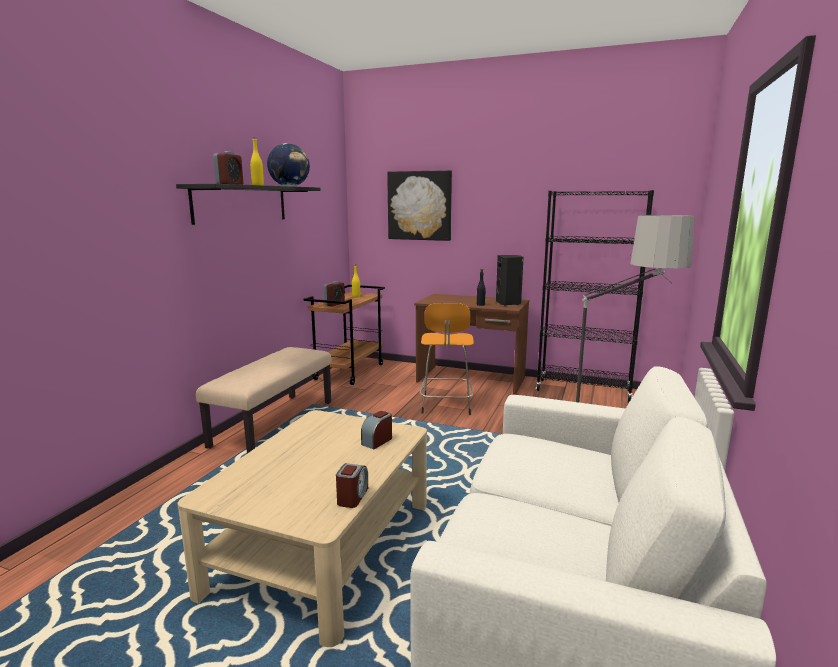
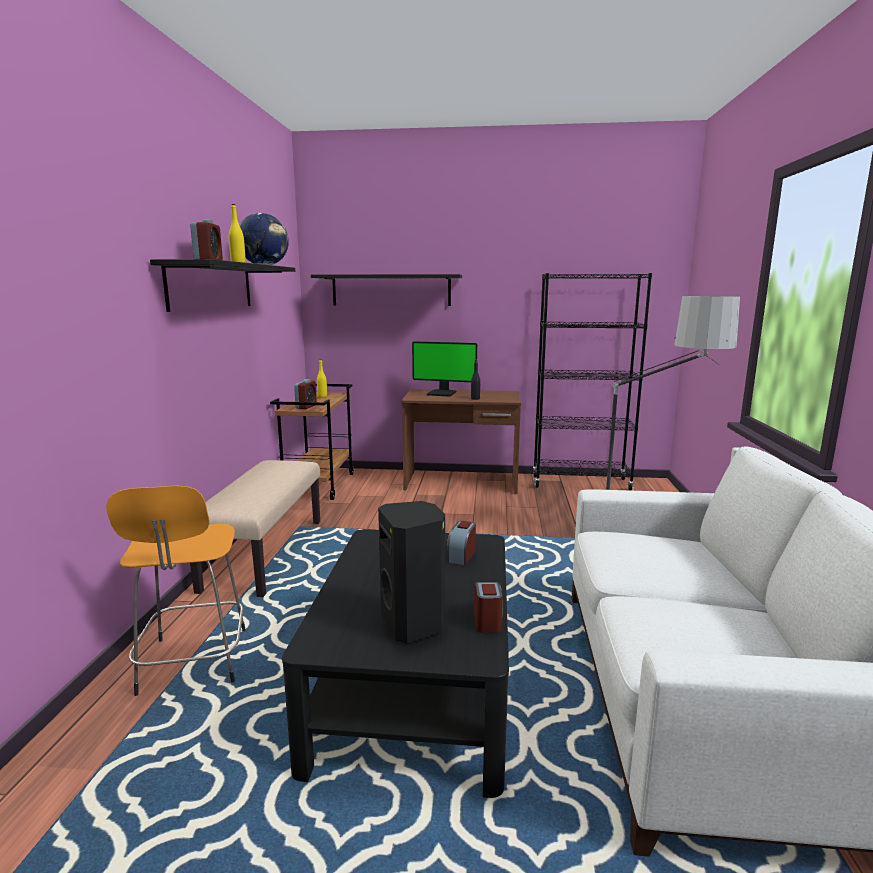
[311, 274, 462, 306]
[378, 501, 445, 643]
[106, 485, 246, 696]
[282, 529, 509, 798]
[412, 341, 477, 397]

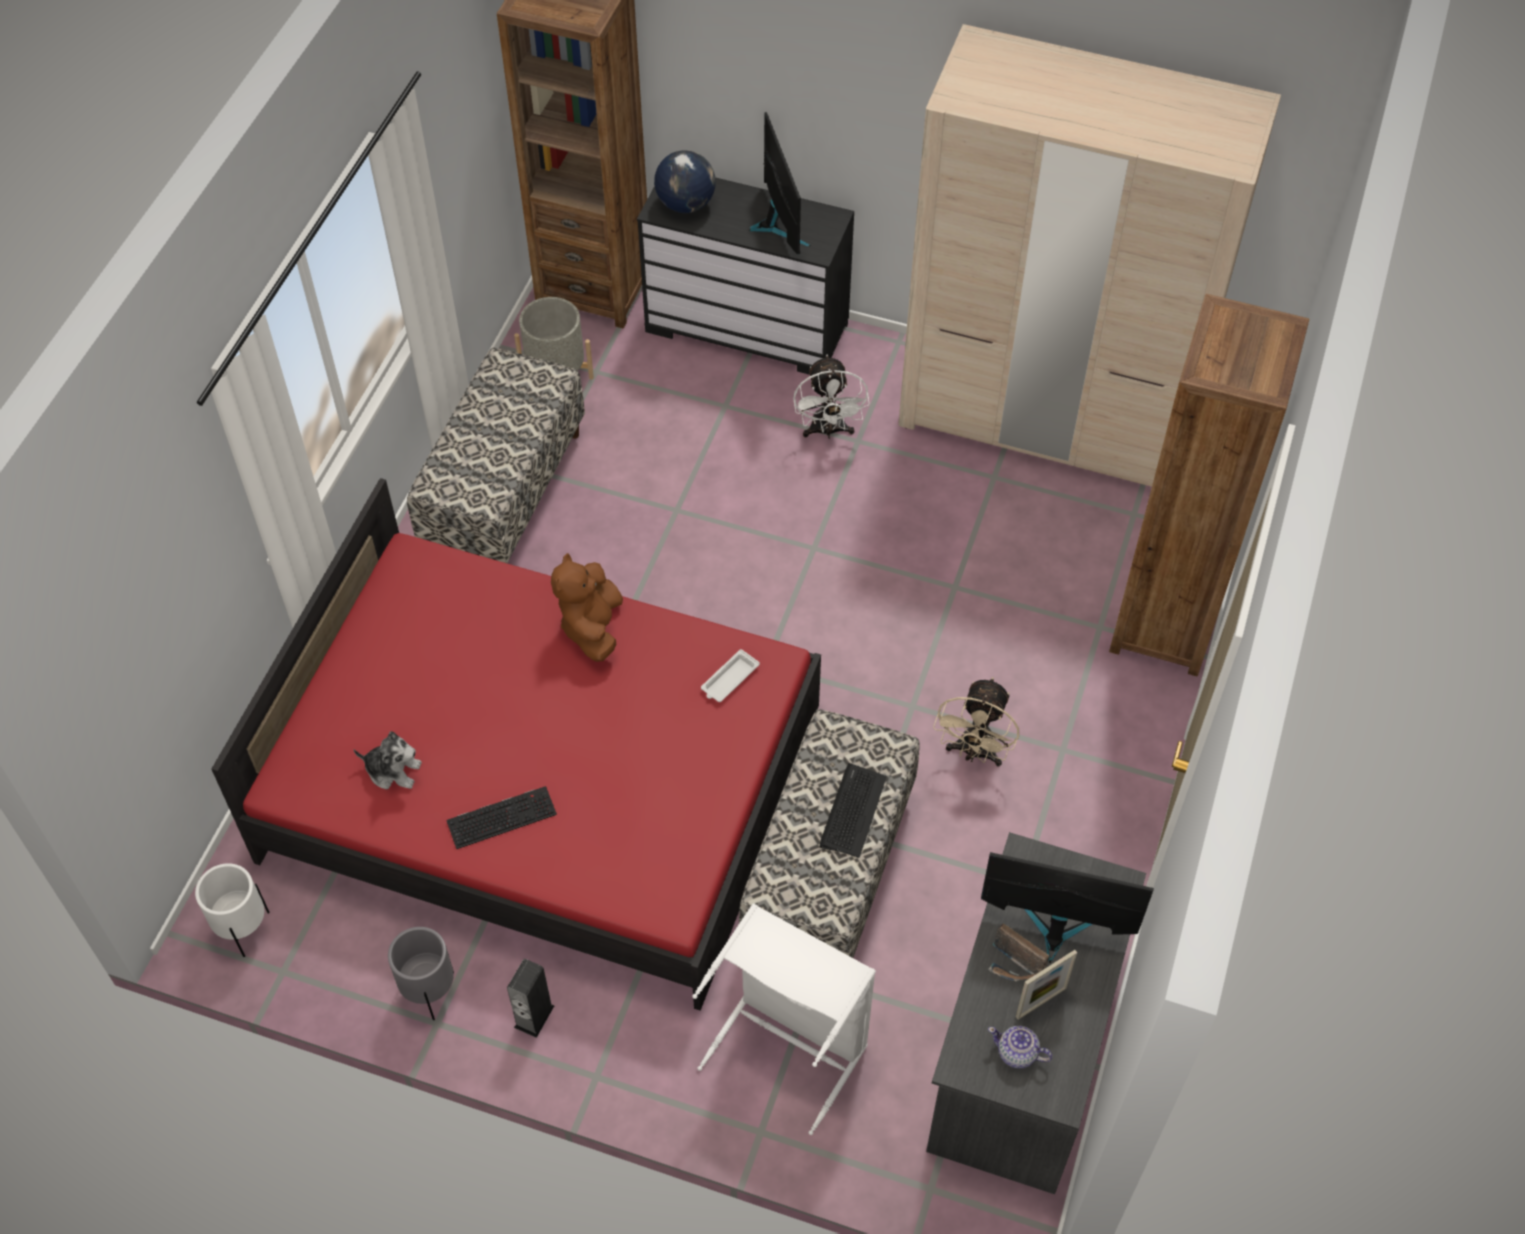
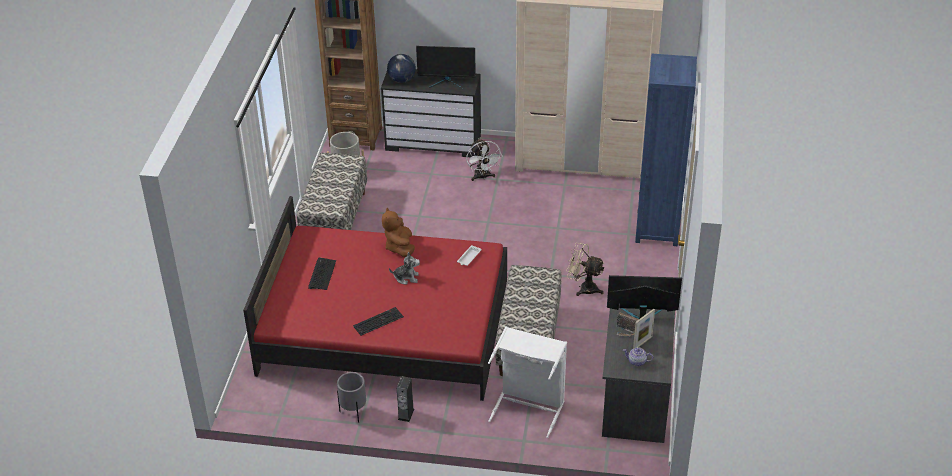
[416, 46, 476, 89]
[635, 54, 697, 246]
[566, 243, 604, 296]
[389, 252, 420, 285]
[308, 258, 336, 290]
[195, 863, 270, 957] (first image)

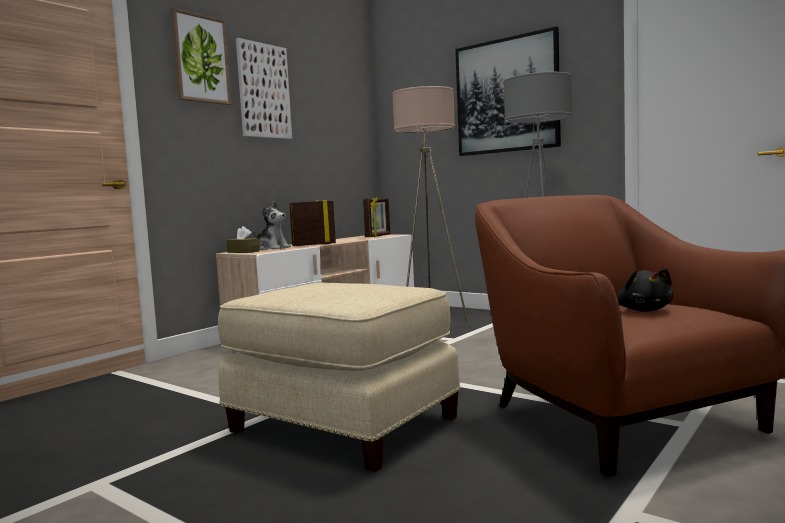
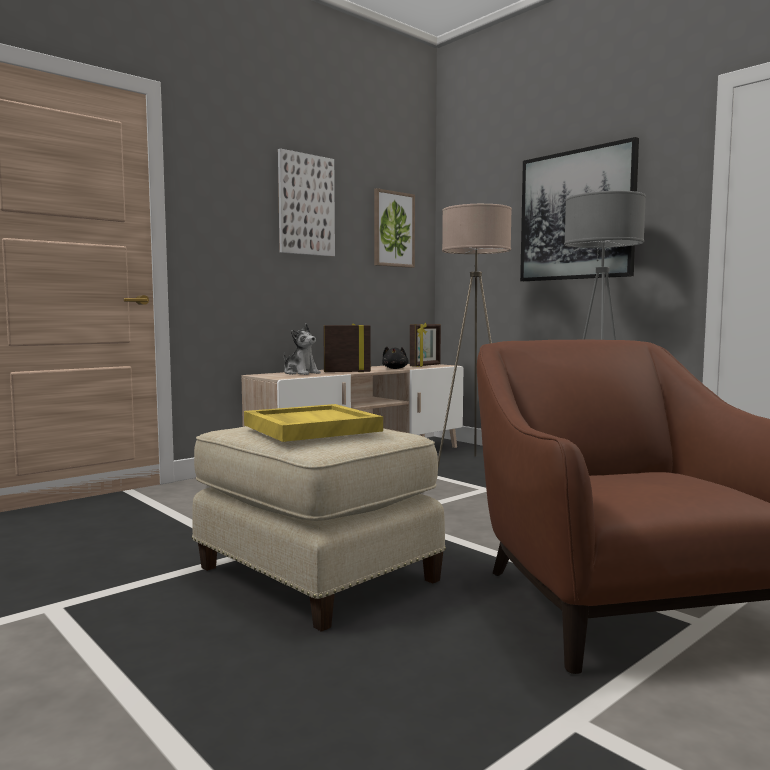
[374, 188, 415, 268]
[227, 226, 260, 253] (first image)
[382, 346, 409, 369]
[244, 404, 383, 442]

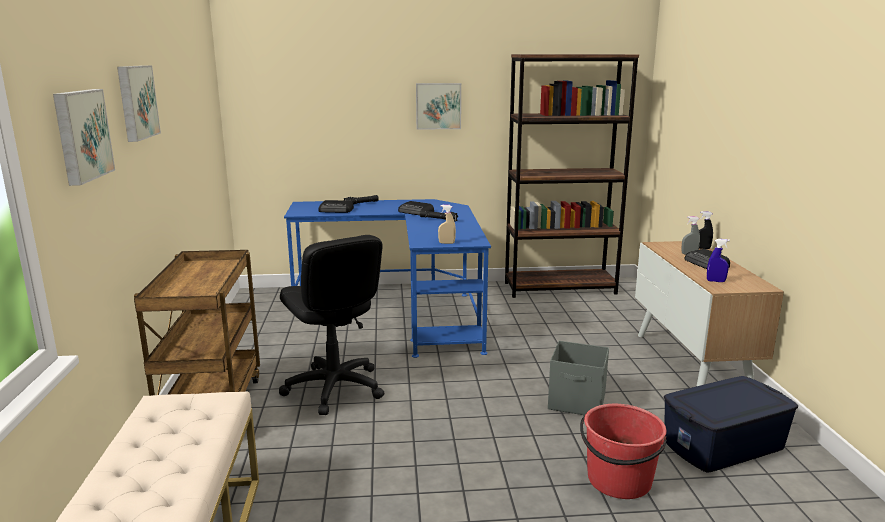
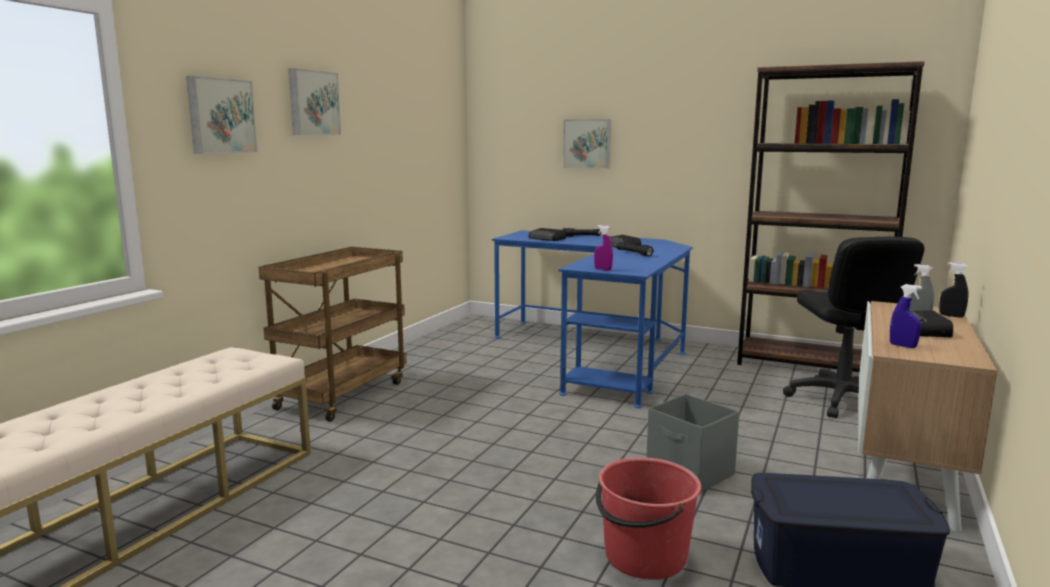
[563, 119, 611, 169]
[594, 225, 613, 271]
[783, 237, 925, 418]

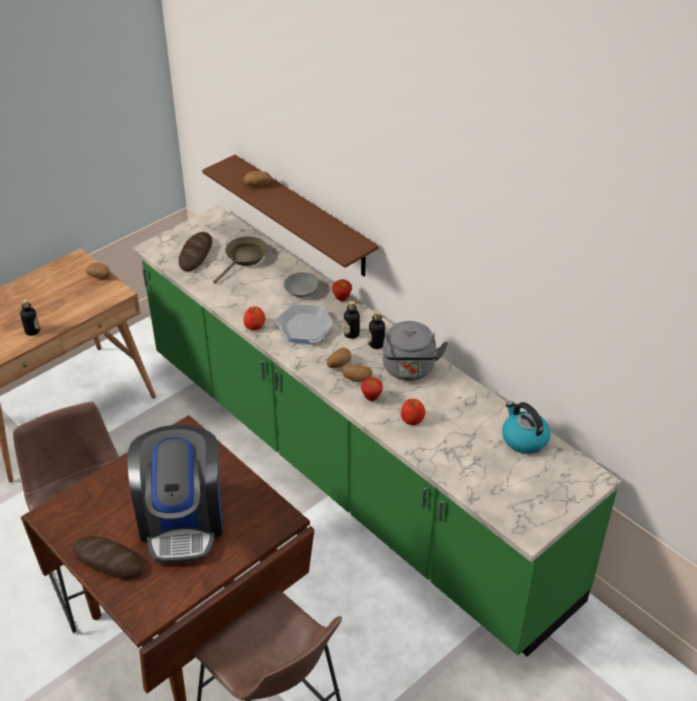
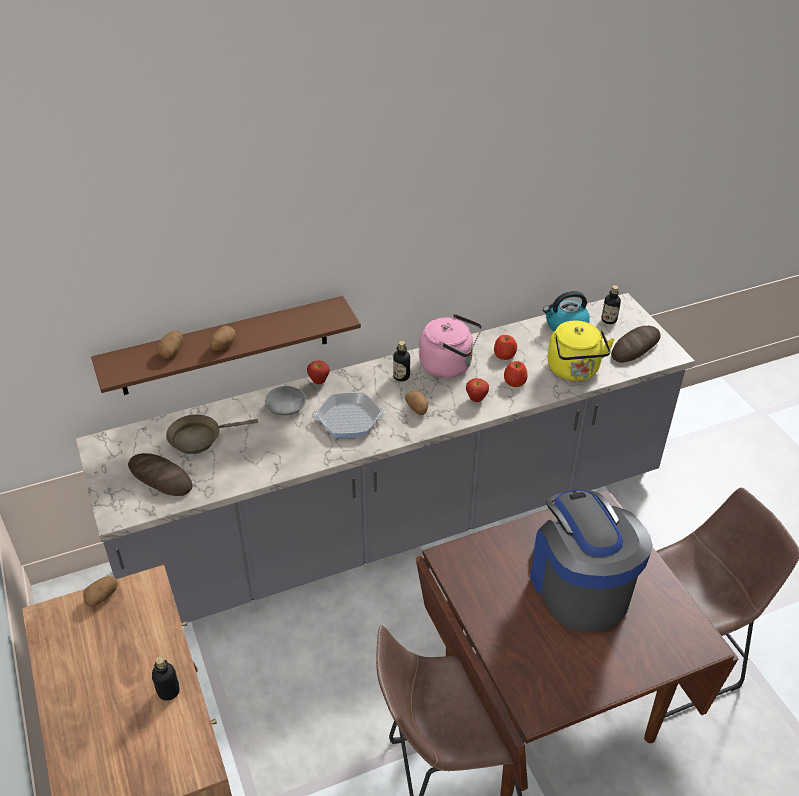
[75, 293, 695, 623]
[166, 414, 258, 454]
[601, 285, 621, 324]
[494, 335, 517, 360]
[419, 314, 482, 378]
[210, 326, 236, 350]
[530, 489, 653, 632]
[611, 326, 661, 363]
[547, 320, 615, 381]

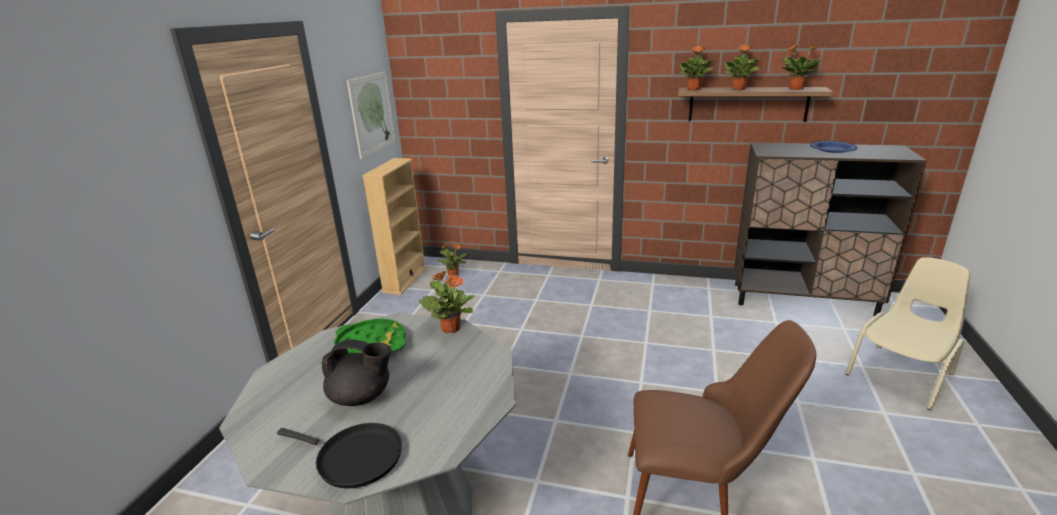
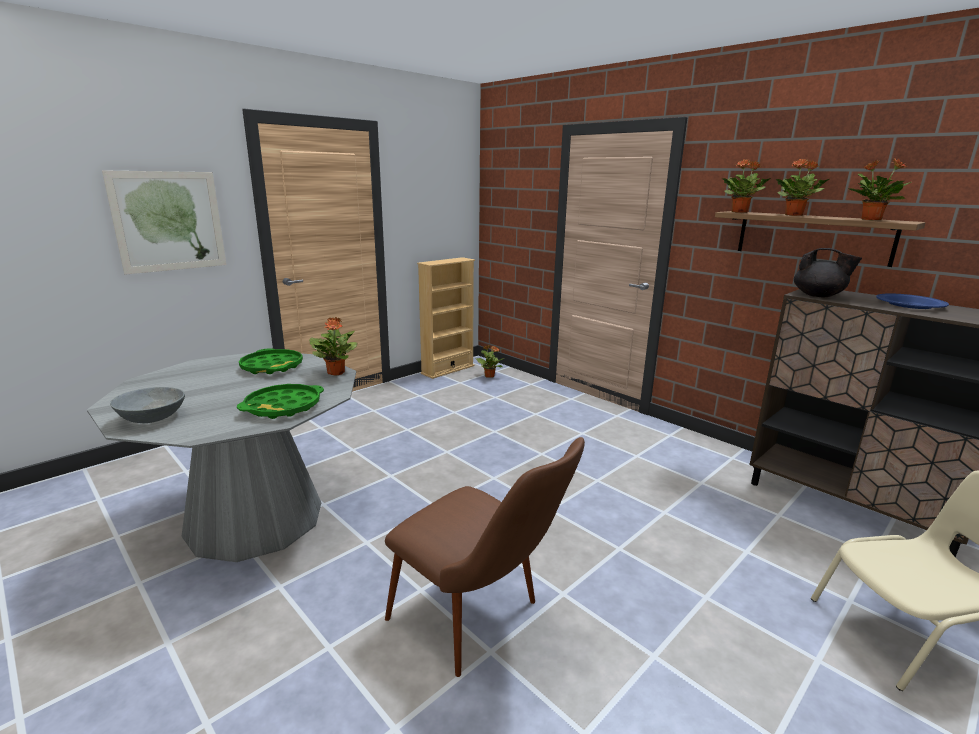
[102, 170, 227, 275]
[794, 248, 862, 297]
[110, 387, 185, 423]
[237, 384, 324, 419]

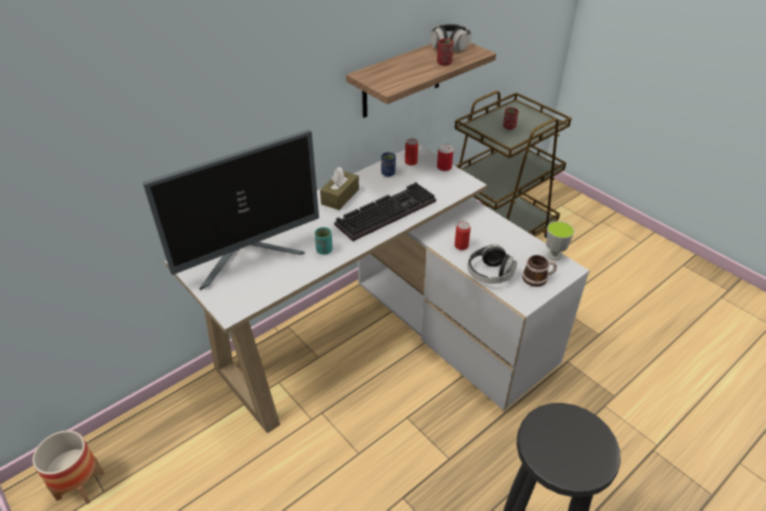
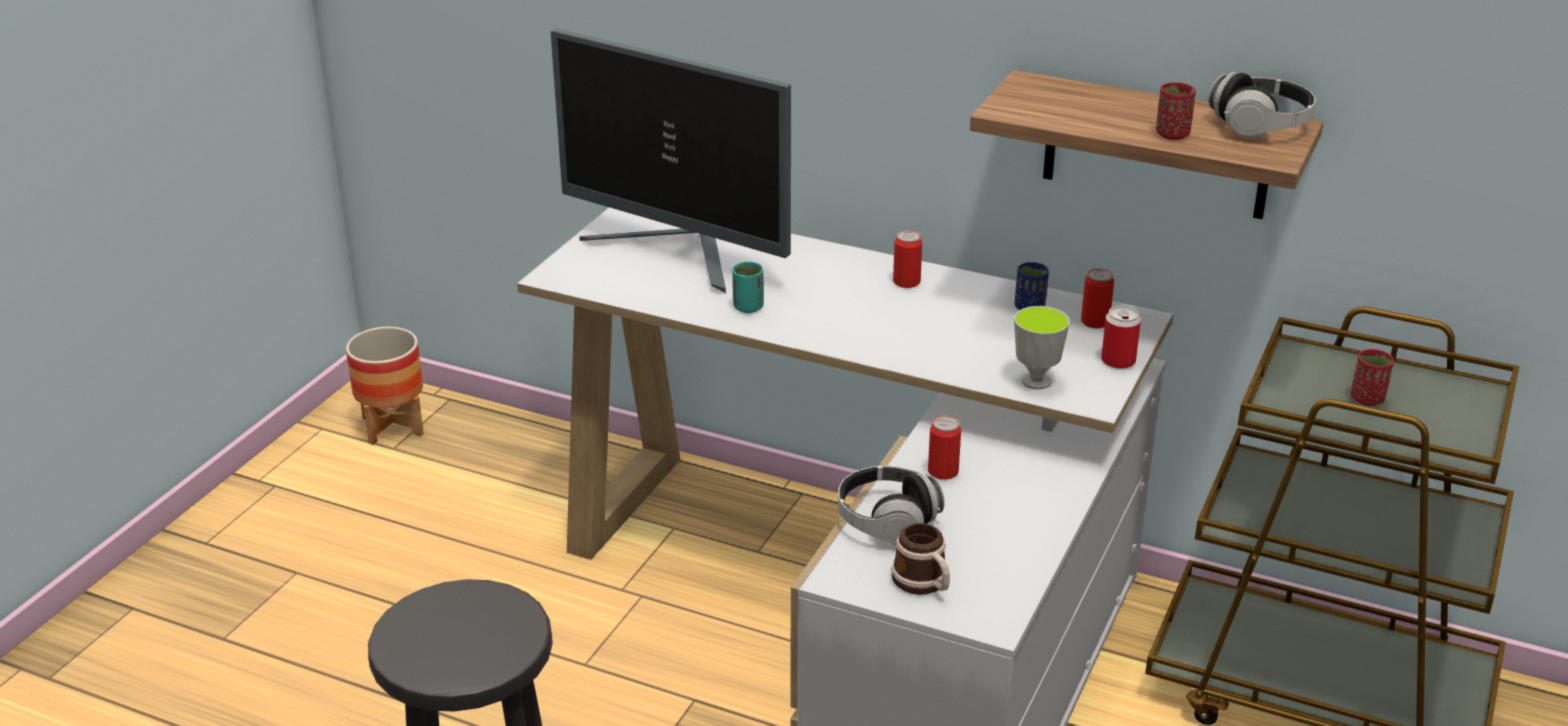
[893, 230, 922, 288]
[334, 182, 436, 241] (first image)
[1014, 306, 1070, 389]

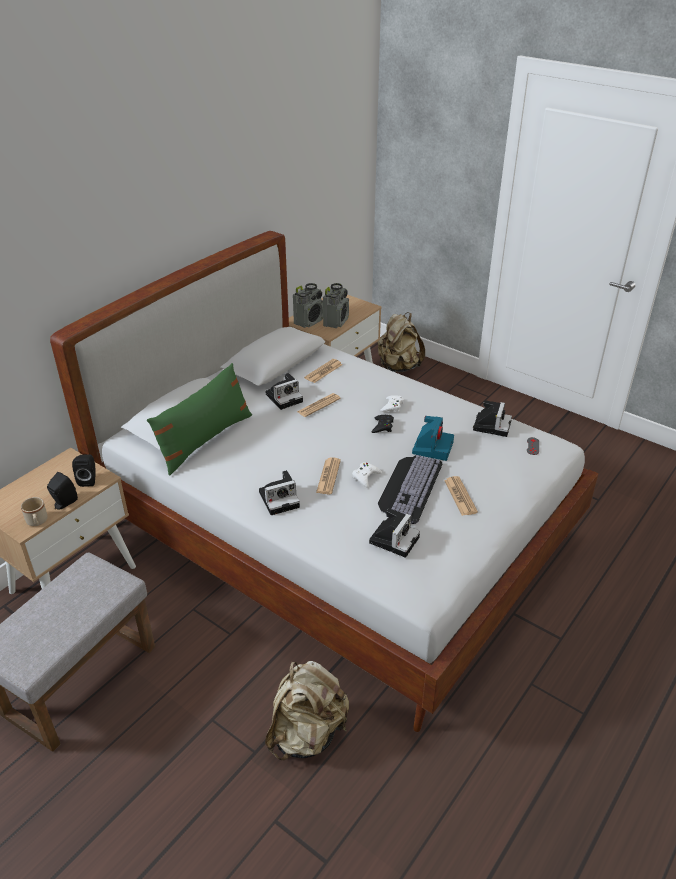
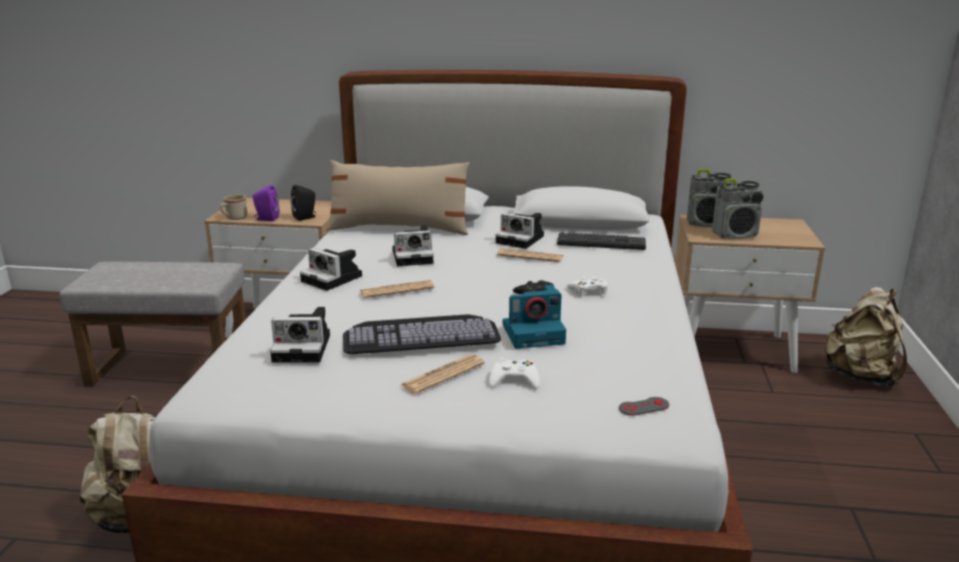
[557, 232, 646, 250]
[327, 160, 470, 235]
[392, 225, 434, 266]
[489, 358, 540, 389]
[253, 185, 279, 221]

